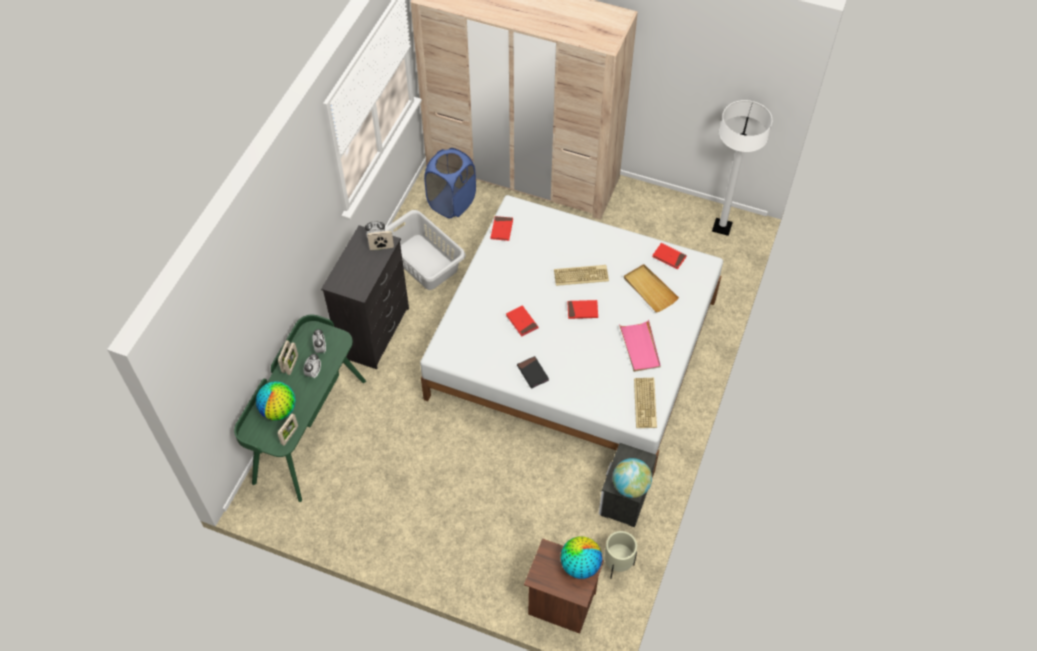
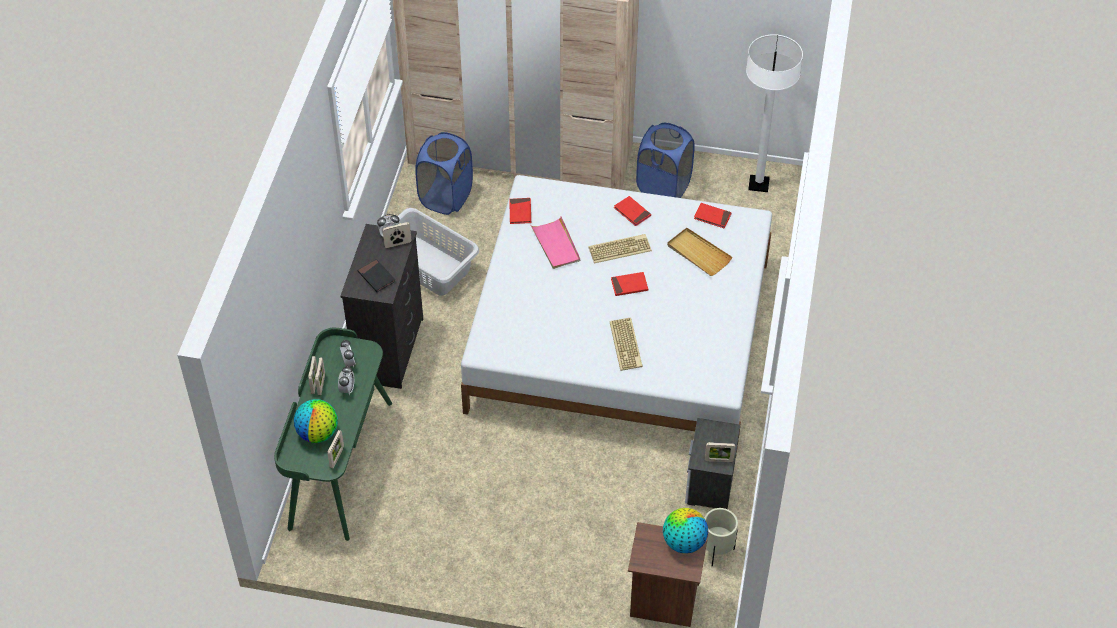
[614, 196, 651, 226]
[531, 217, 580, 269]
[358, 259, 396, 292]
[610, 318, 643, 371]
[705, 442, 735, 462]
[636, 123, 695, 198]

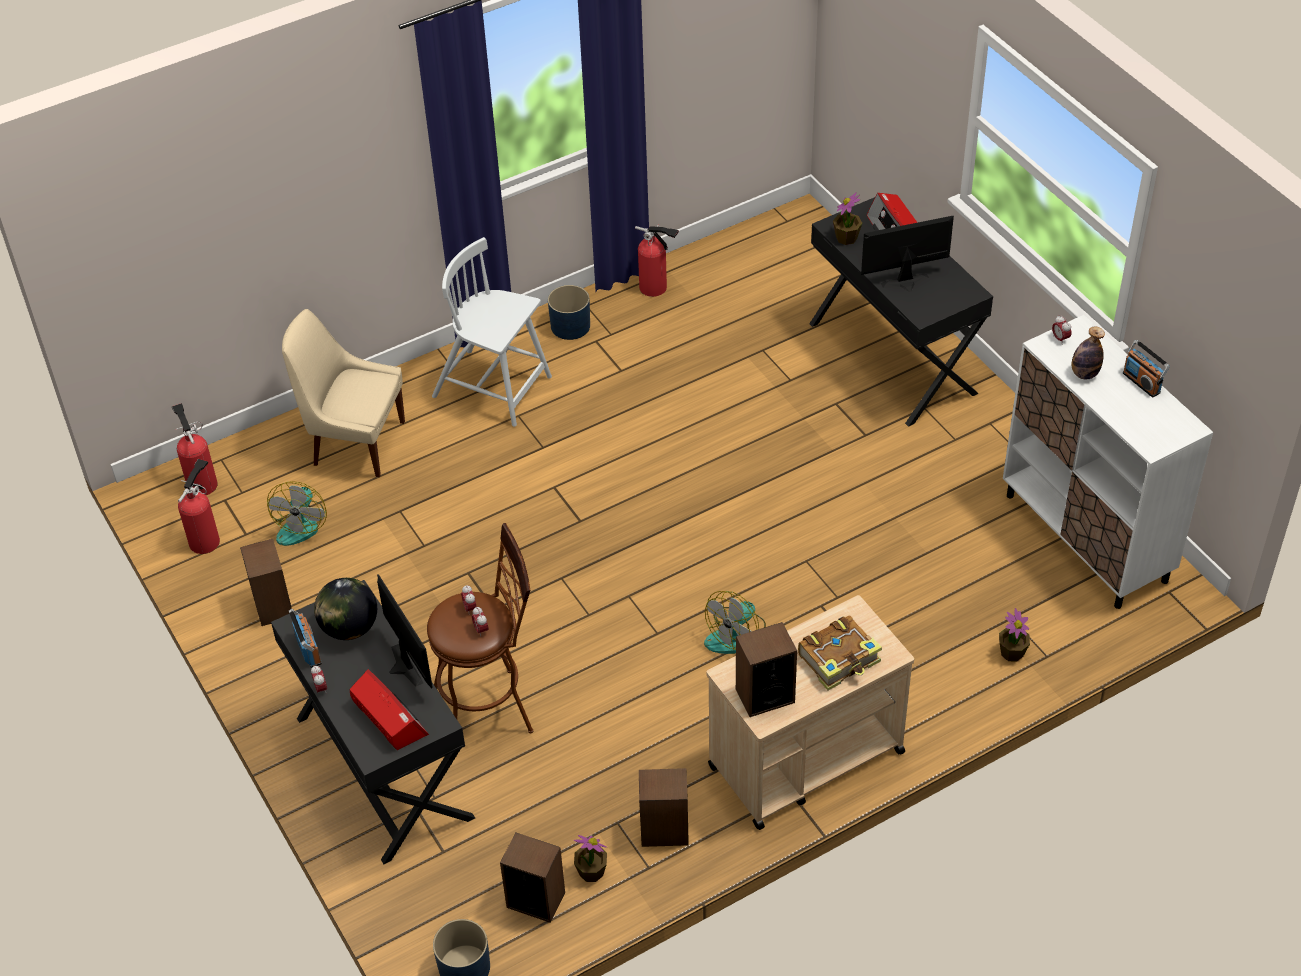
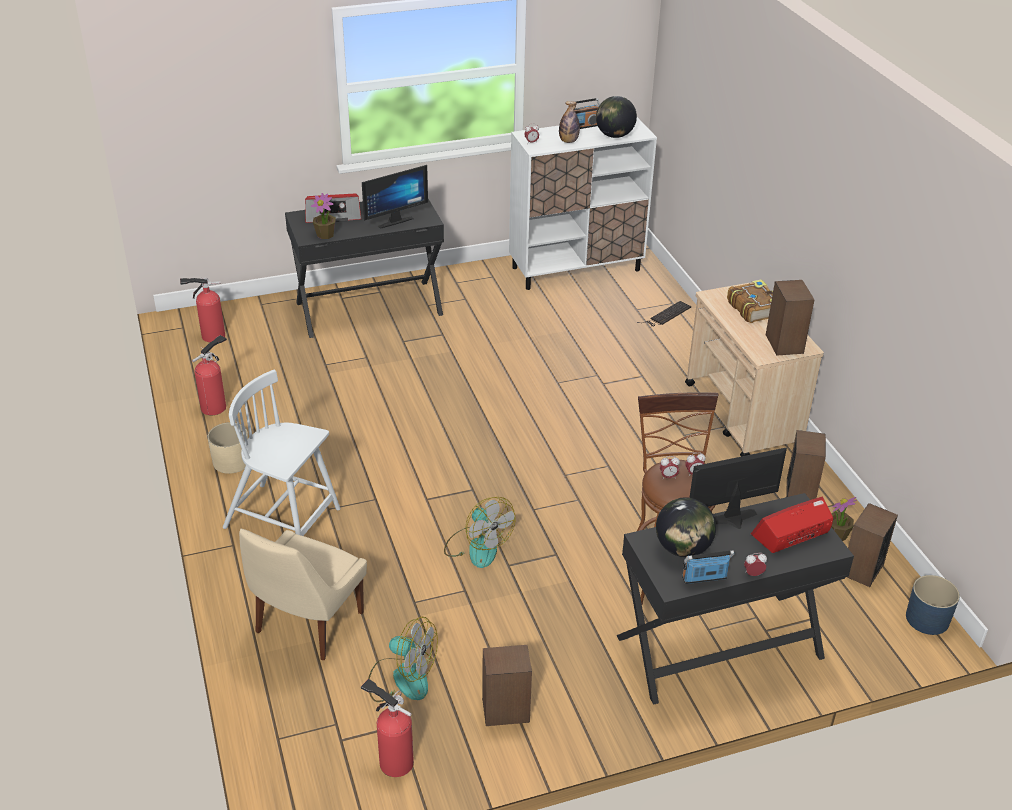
[362, 165, 428, 229]
[223, 370, 341, 536]
[208, 422, 248, 474]
[180, 277, 225, 342]
[444, 497, 516, 568]
[637, 301, 691, 327]
[596, 96, 637, 138]

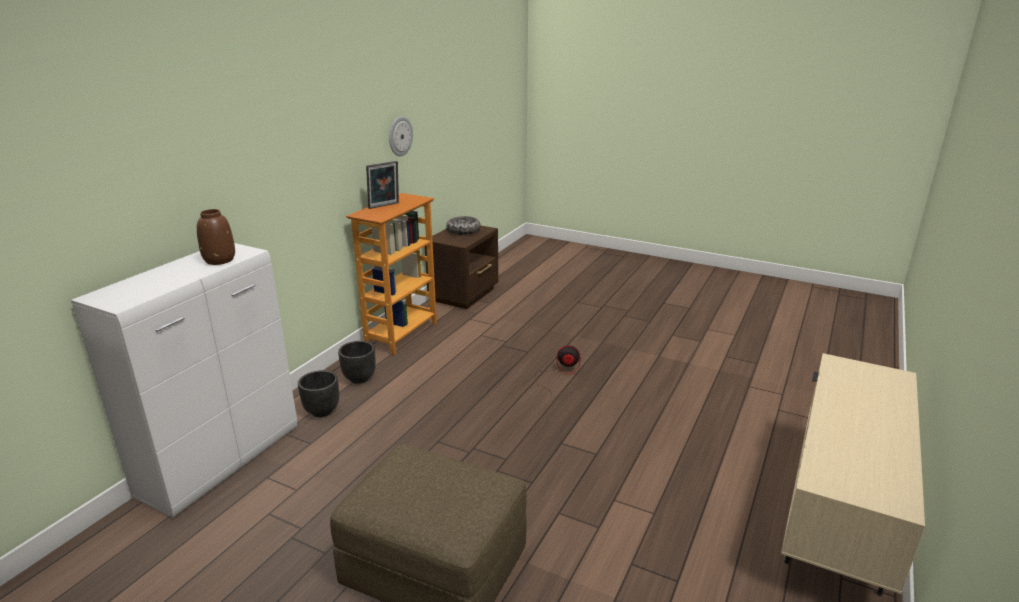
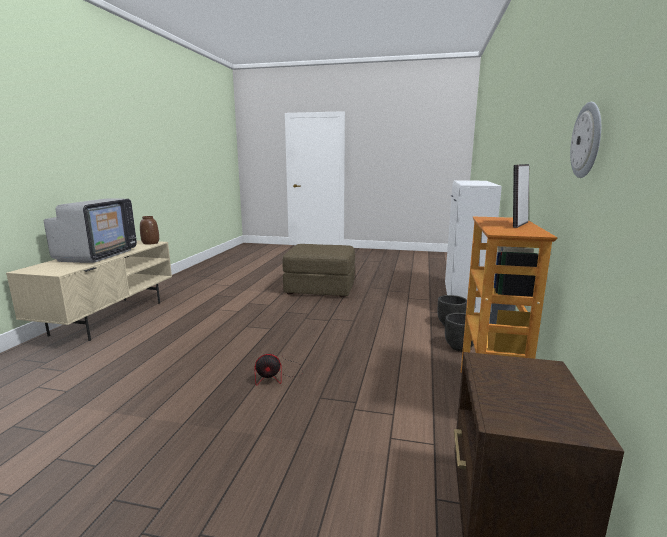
[140, 216, 159, 245]
[446, 216, 481, 235] (first image)
[44, 199, 137, 263]

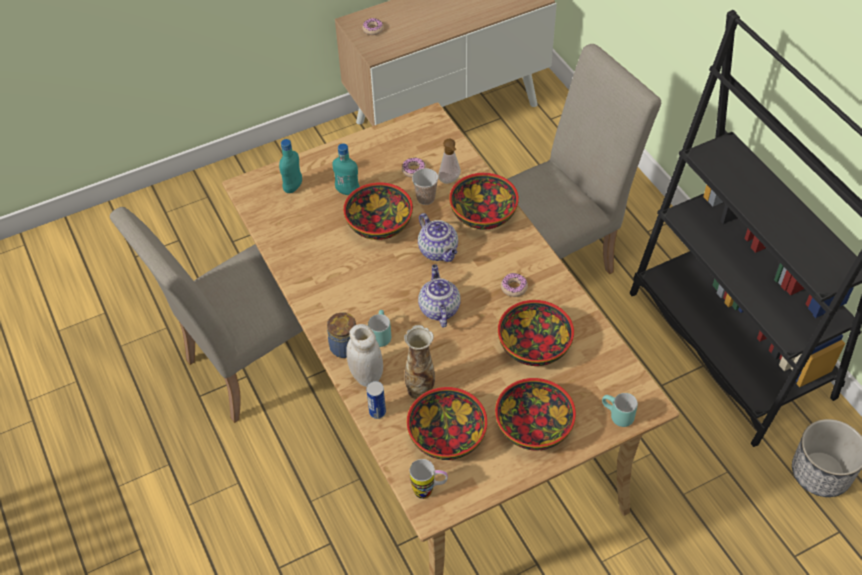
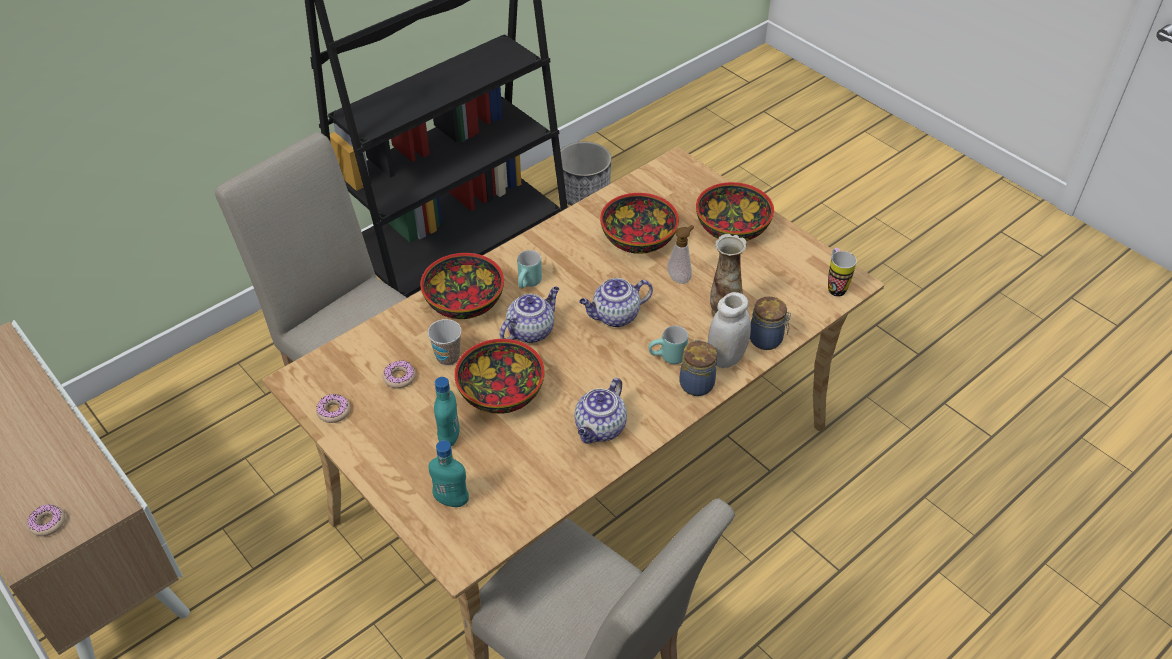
[667, 225, 694, 284]
[316, 394, 350, 423]
[750, 296, 791, 350]
[407, 387, 487, 460] (first image)
[517, 250, 542, 289]
[575, 378, 627, 444]

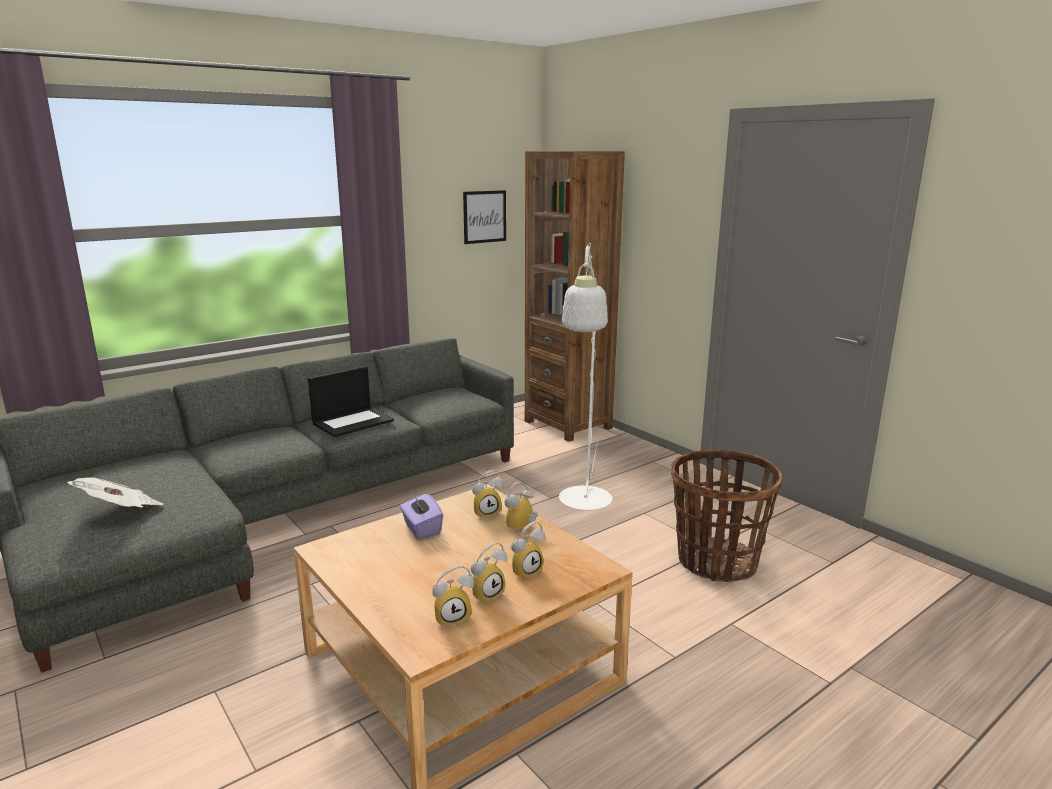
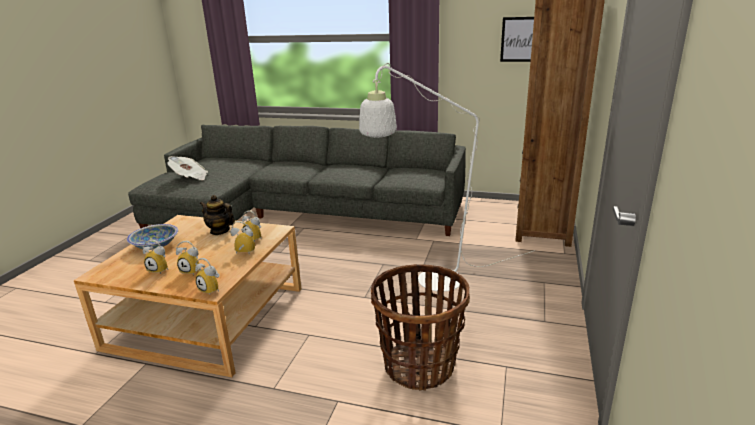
[308, 366, 394, 437] (first image)
[200, 195, 235, 235]
[195, 258, 220, 294]
[127, 224, 178, 250]

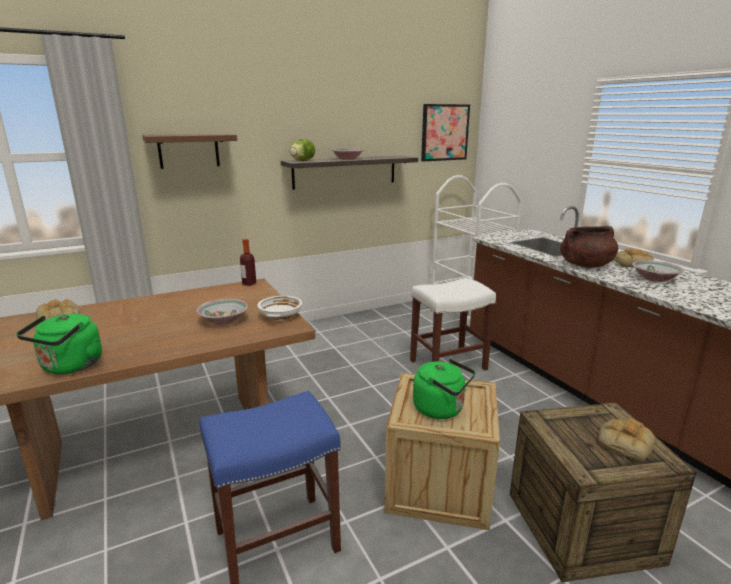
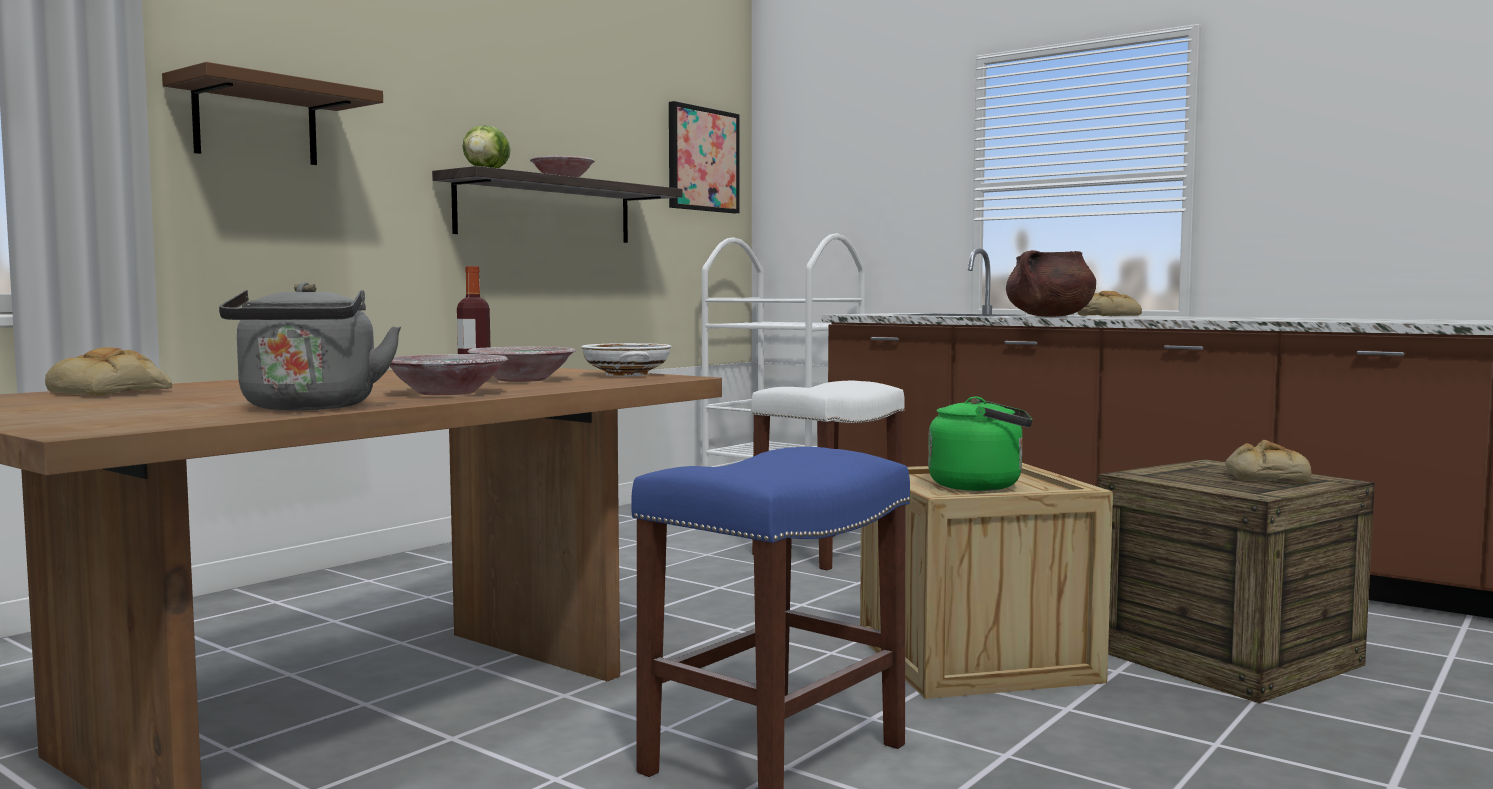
[390, 354, 508, 395]
[219, 282, 401, 410]

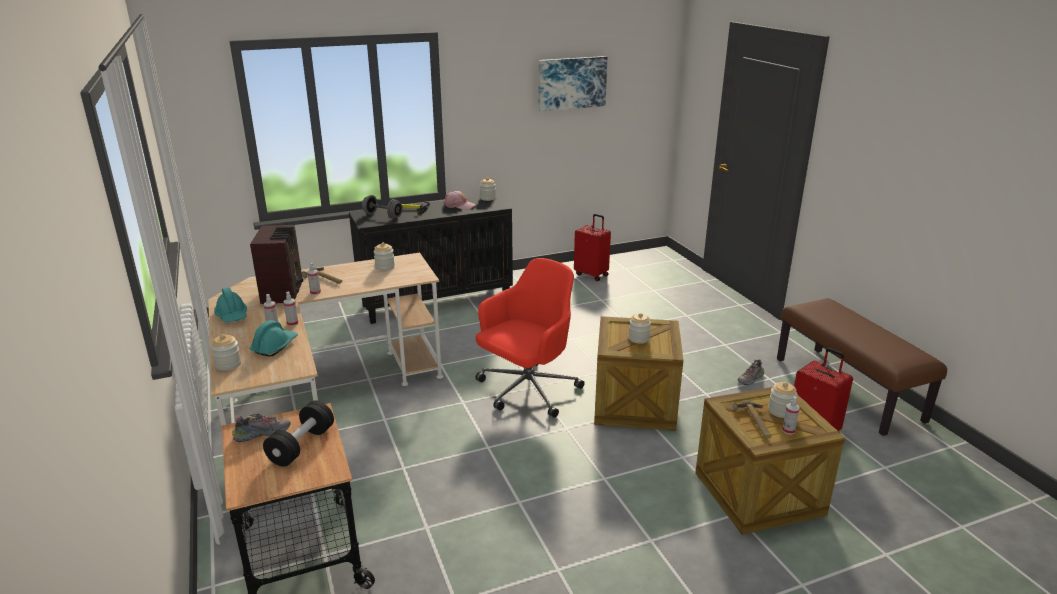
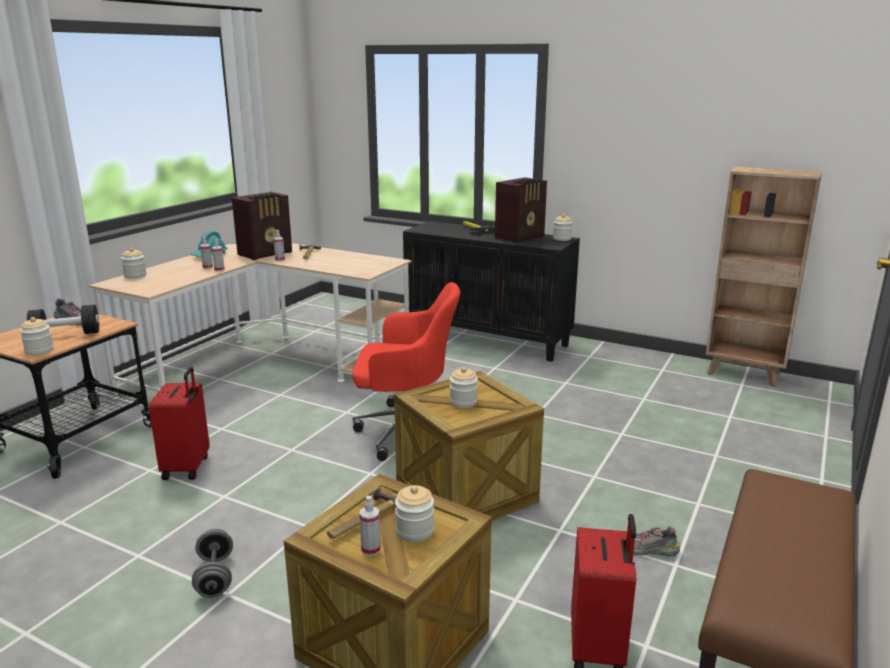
[538, 56, 608, 111] (first image)
[495, 177, 547, 243]
[192, 529, 233, 598]
[149, 367, 210, 480]
[20, 317, 54, 355]
[249, 320, 298, 356] (first image)
[706, 166, 822, 387]

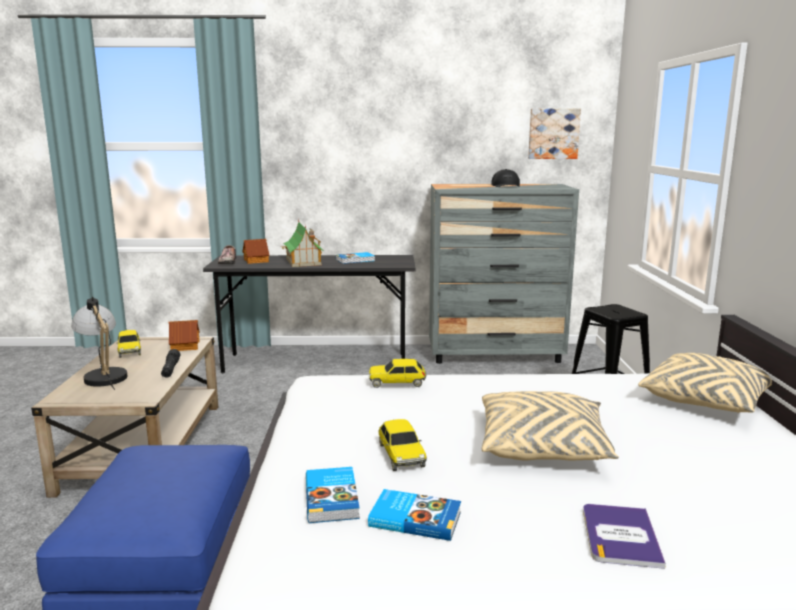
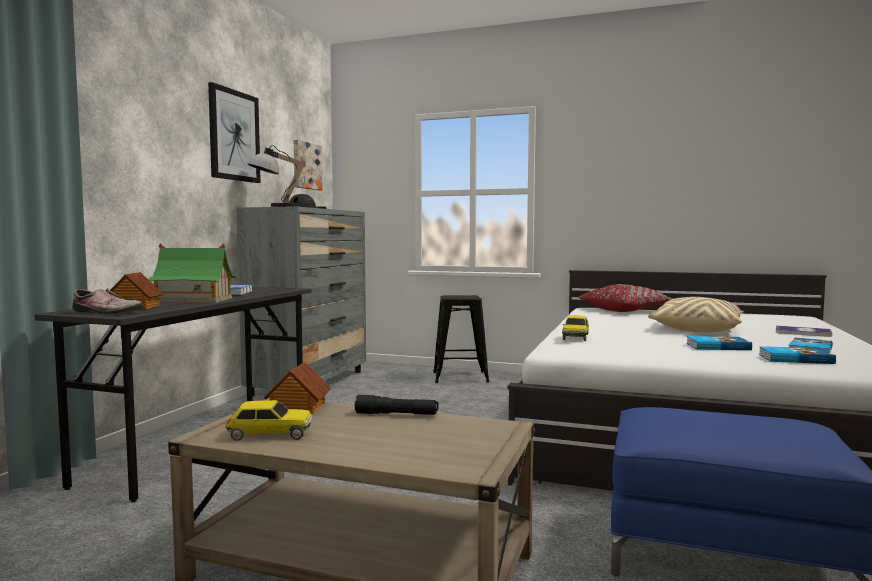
[248, 145, 313, 208]
[579, 284, 673, 312]
[686, 336, 752, 350]
[208, 82, 261, 183]

